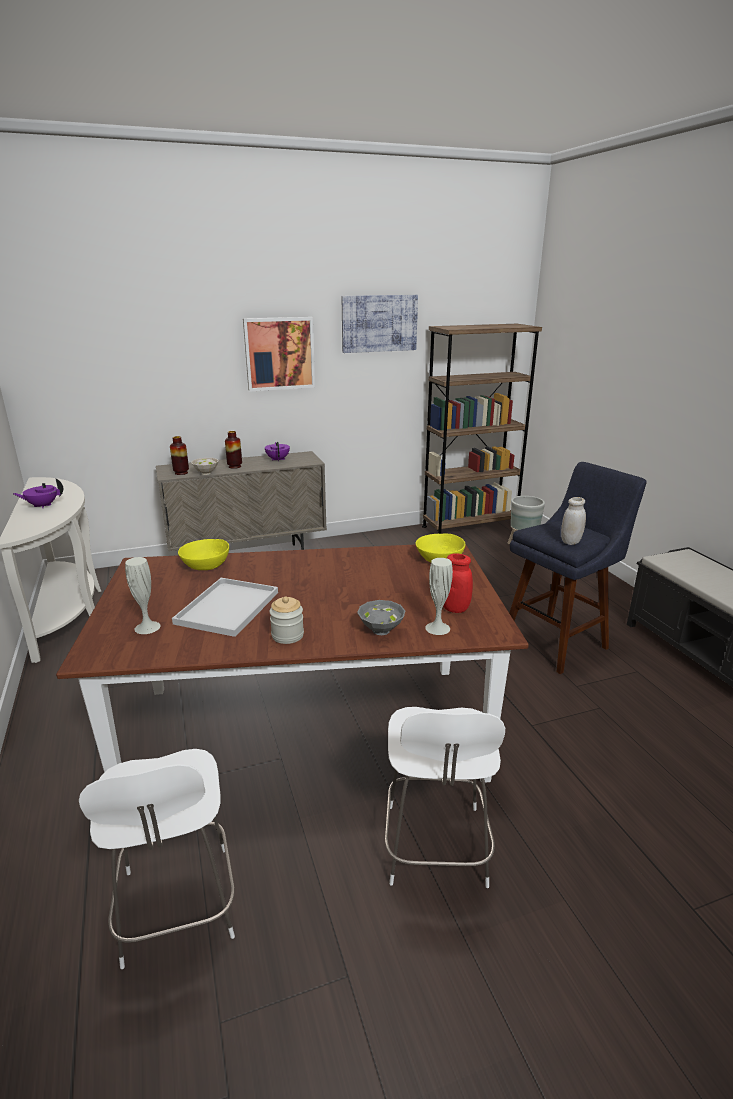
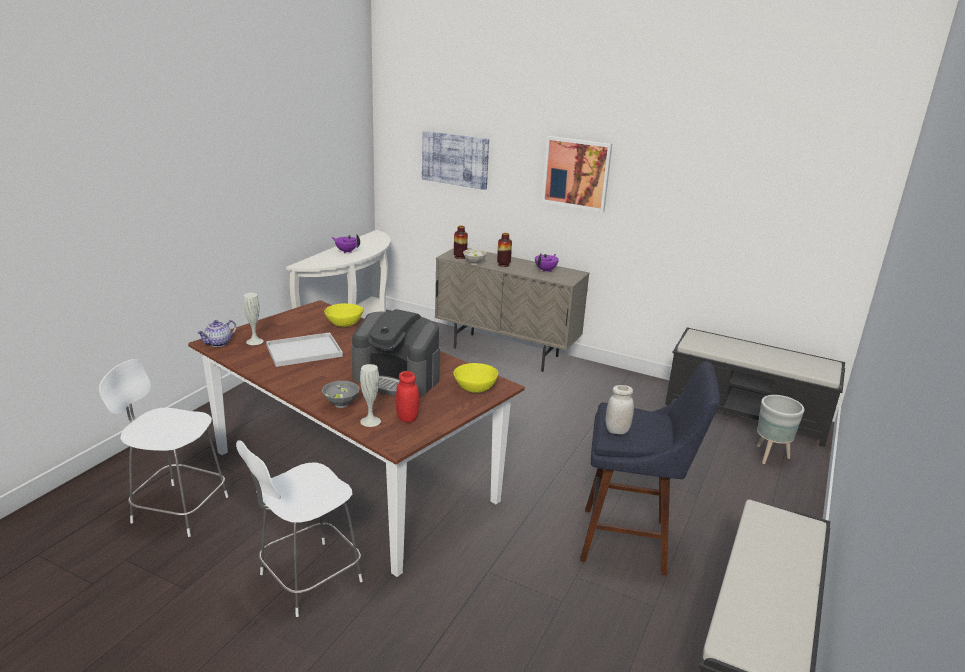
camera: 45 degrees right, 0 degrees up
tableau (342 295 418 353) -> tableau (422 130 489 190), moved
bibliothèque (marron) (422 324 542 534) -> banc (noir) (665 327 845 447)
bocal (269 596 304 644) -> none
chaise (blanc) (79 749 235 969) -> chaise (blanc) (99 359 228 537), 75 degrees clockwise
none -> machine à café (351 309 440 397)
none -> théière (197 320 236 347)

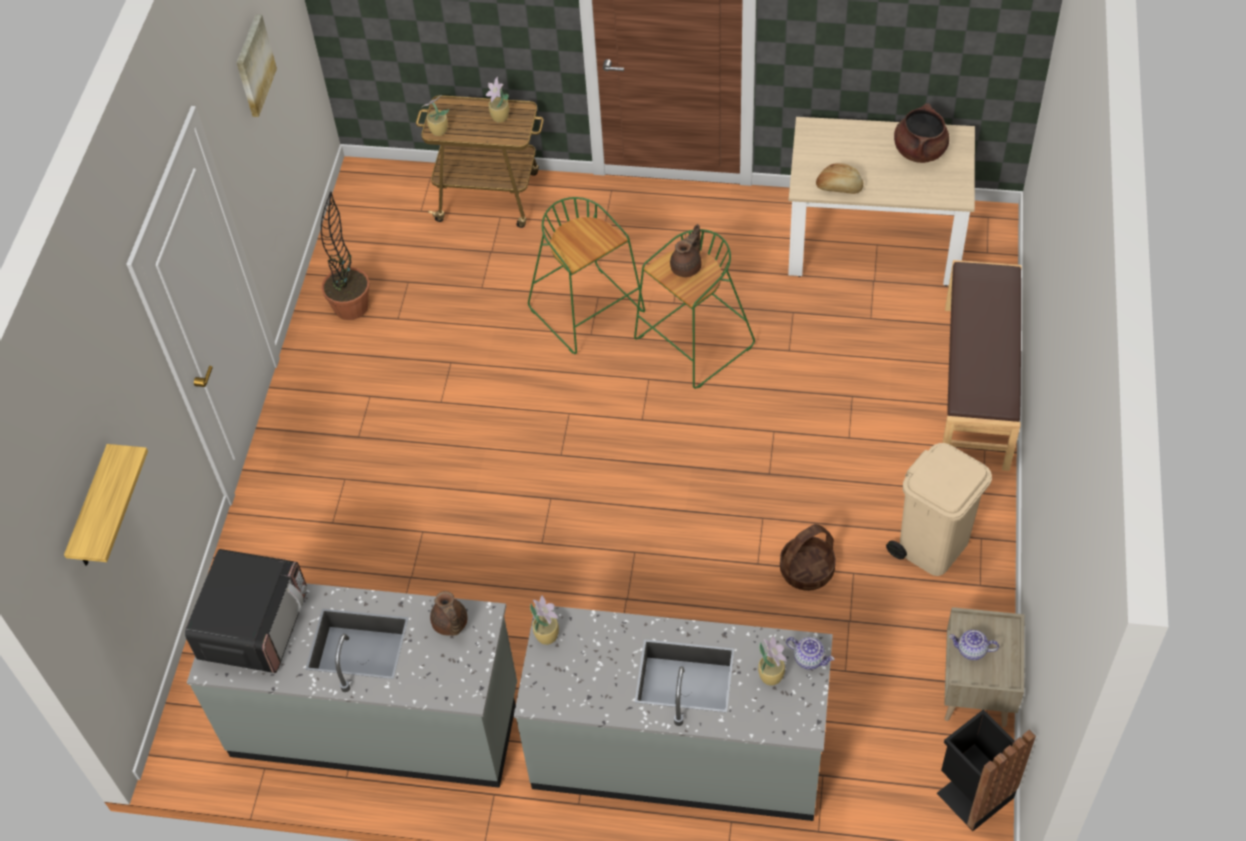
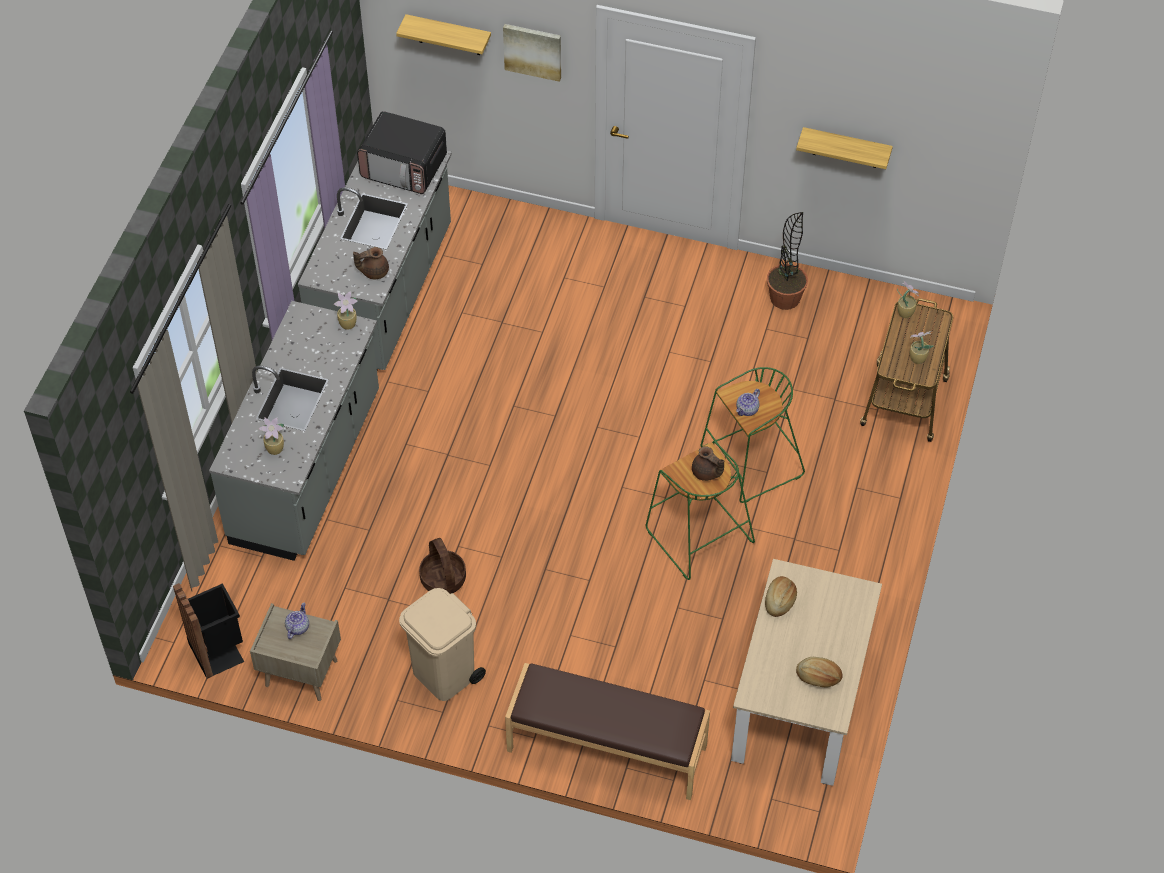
camera: 95 degrees right, 0 degrees up
tableau (237 14 277 117) -> tableau (503 24 561 82), moved
marmite (marron) (894 103 949 163) -> pain (796 657 843 687)
théière (786 637 834 670) -> théière (736 389 760 416), moved
none -> étagère (796 127 893 169)

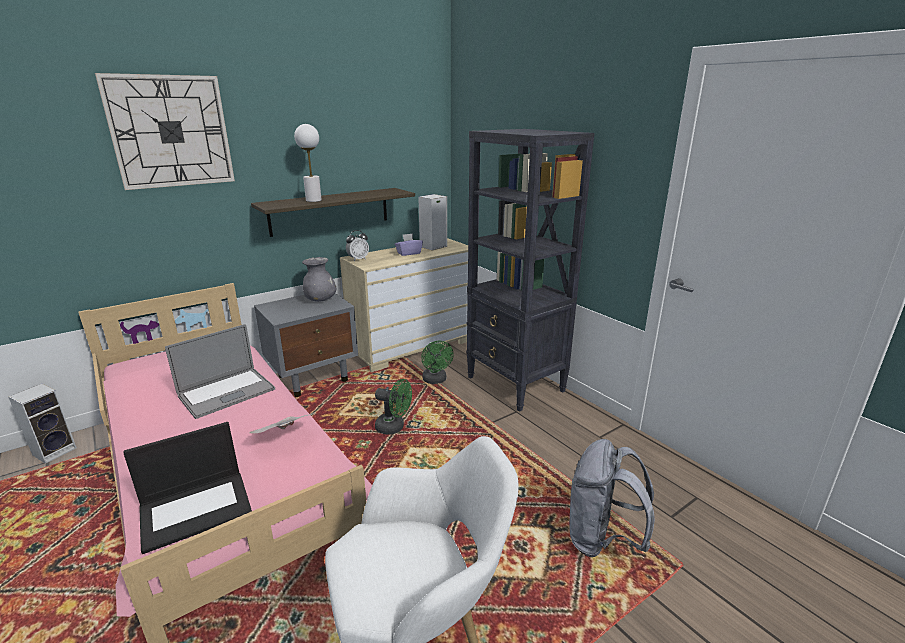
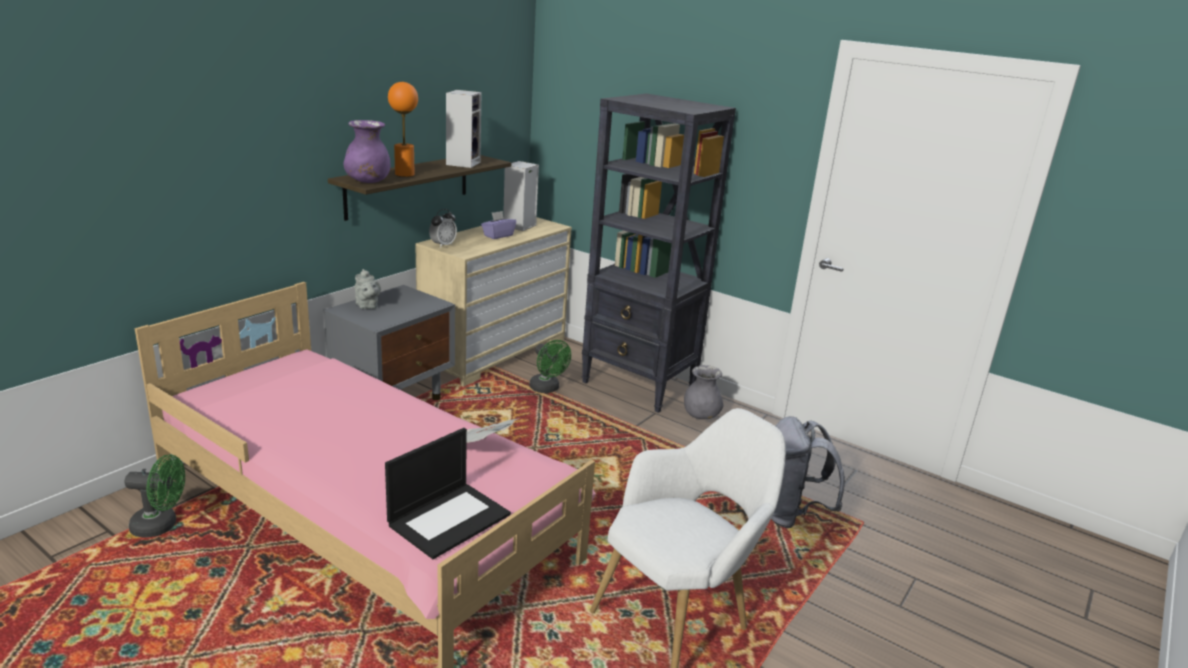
camera: 20 degrees left, 0 degrees up
horloge murale (95 73 235 190) -> none
lampe de table (blanc) (294 124 322 202) -> lampe de table (orange) (388 82 418 177)
vase (gris) (302 257 336 302) -> vase (gris) (684 365 723 419), moved
ordinateur portable (165 324 275 419) -> none
ventilateur (vert) (375 379 412 434) -> ventilateur (vert) (124 454 185 537), moved
enceinte (9 384 77 464) -> enceinte (446 90 481 168), moved
none -> vase (violet) (343 120 390 183)
none -> théière (gris) (355 269 381 309)

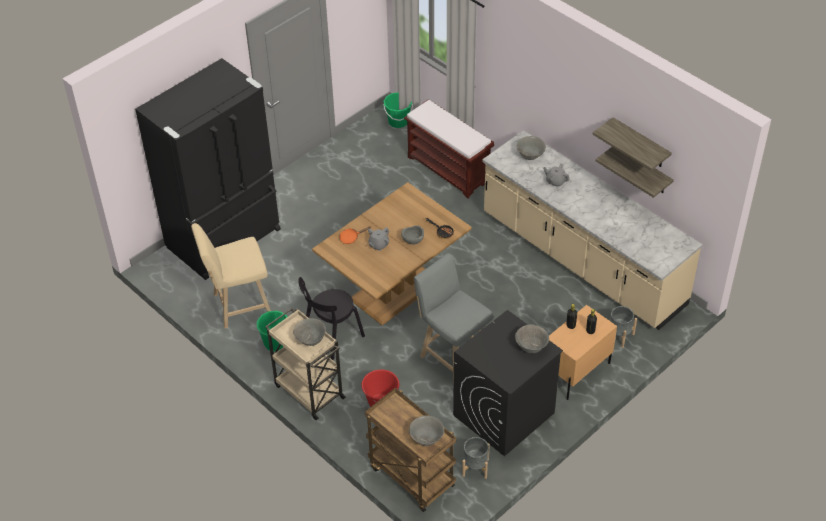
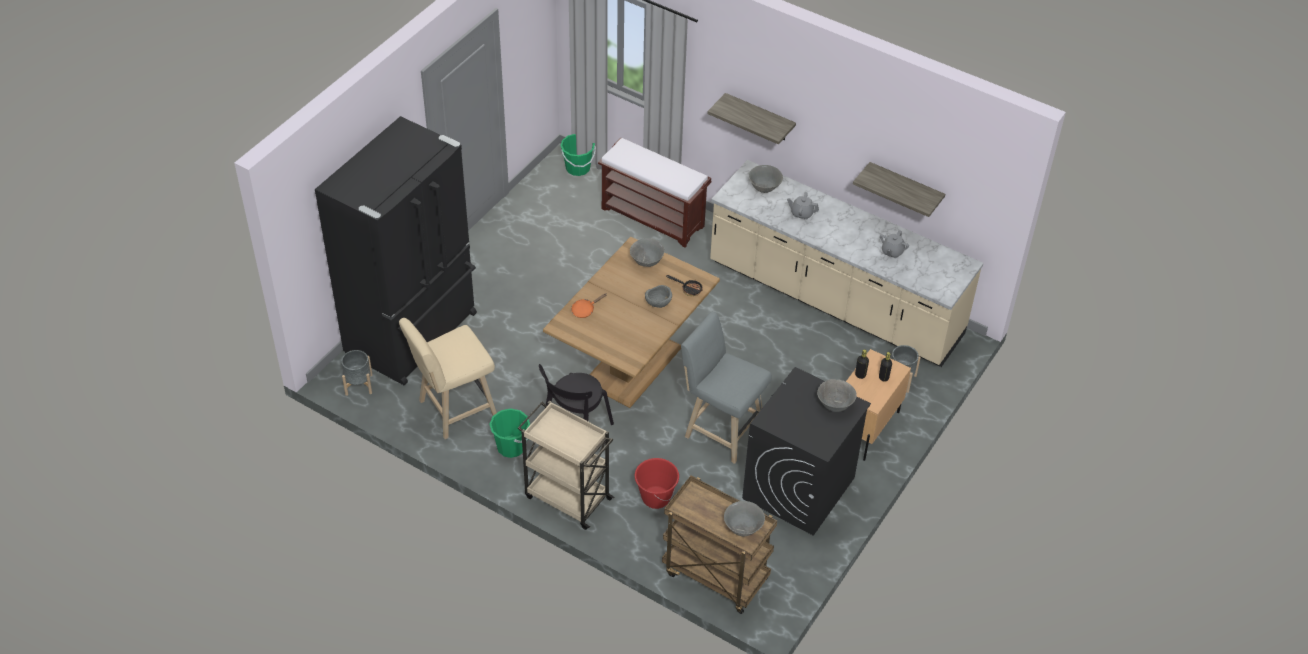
camera: 15 degrees left, 0 degrees up
étagère (592 117 672 171) -> étagère (707 93 796 144), moved
théière (gris) (368 227 389 251) -> théière (gris) (880 230 909 258), moved
bol (gris) (293 318 326 346) -> bol (gris) (630 238 665 267), moved
cache-pot (gris) (462 437 490 479) -> cache-pot (gris) (341 350 372 396), moved

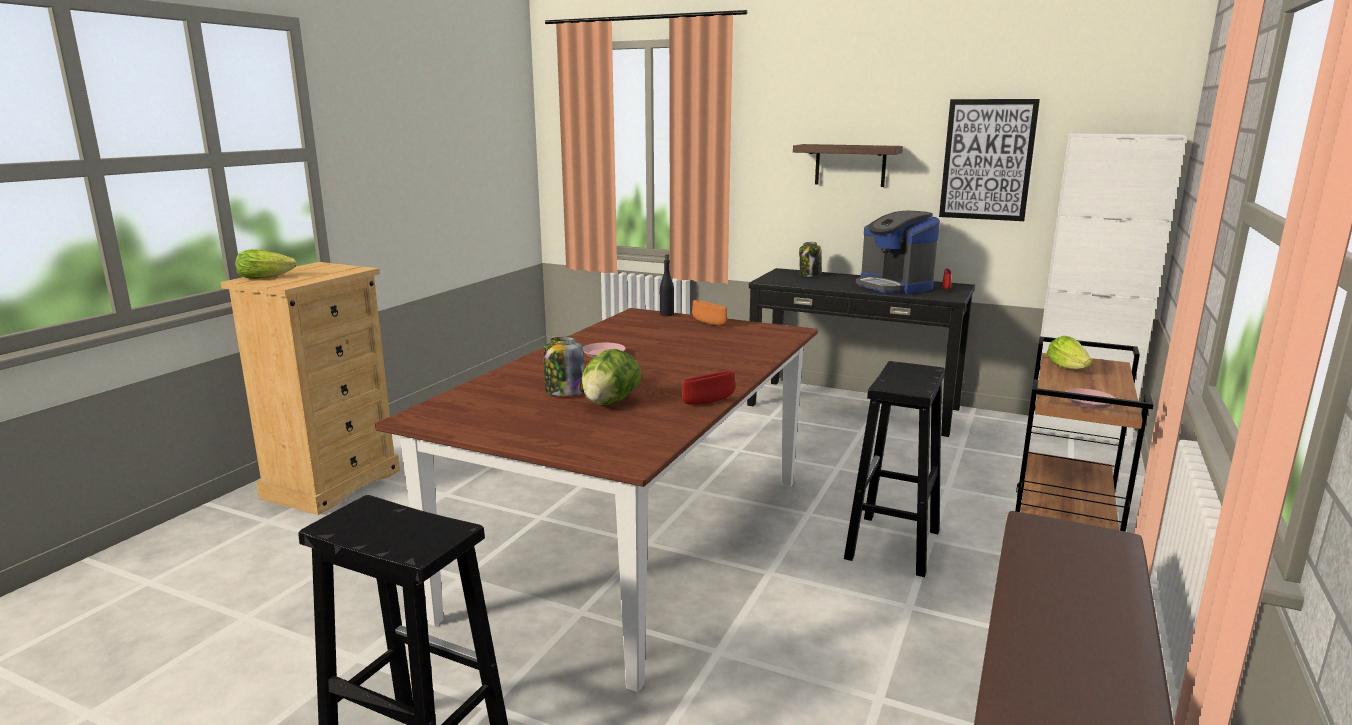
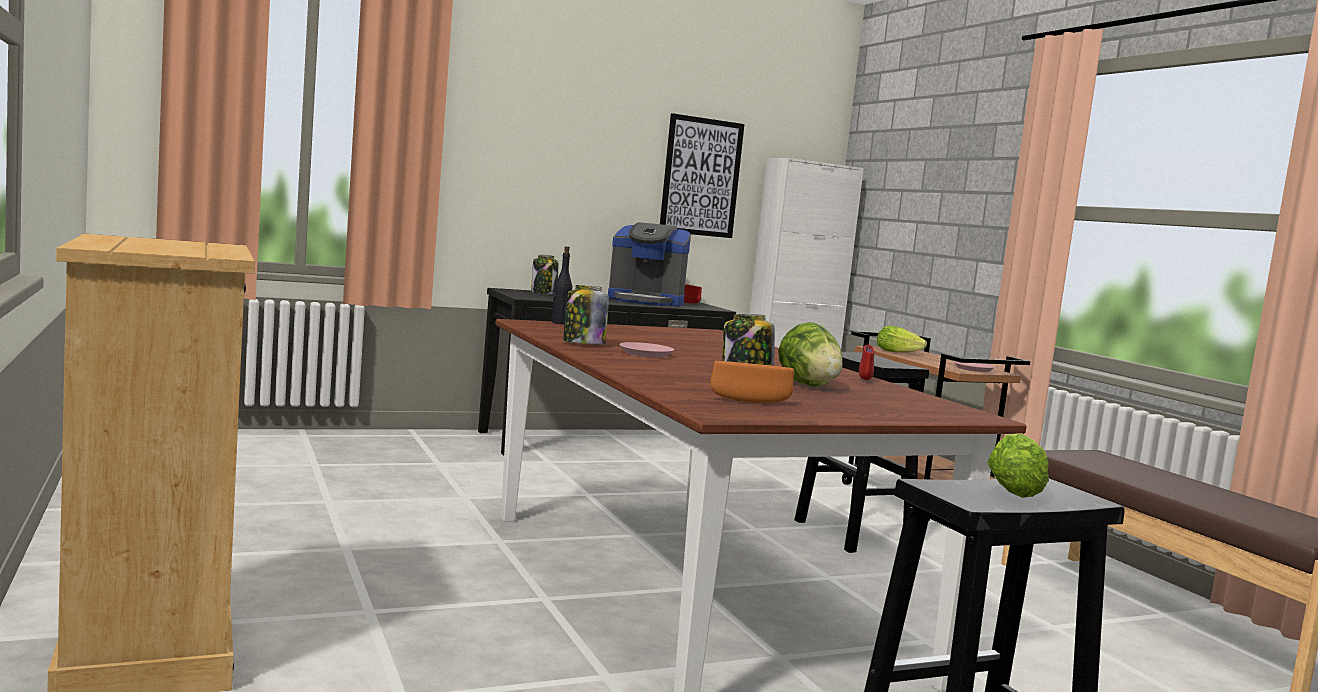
camera: 50 degrees left, 10 degrees down
étagère (793 144 903 187) -> none
laitue (235 250 297 279) -> laitue (987 433 1049 498), moved
bol (orange) (692 300 727 326) -> bol (orange) (710 361 794 403), moved
none -> bocal (563 285 609 345)

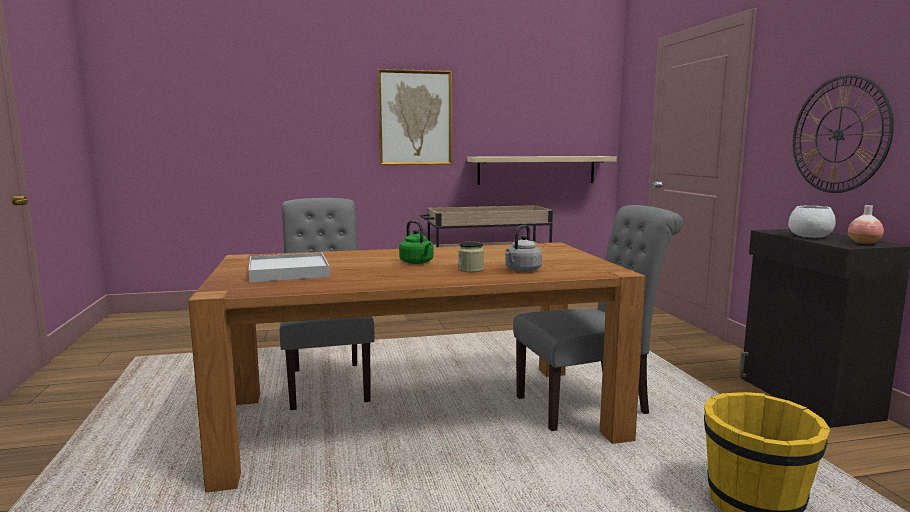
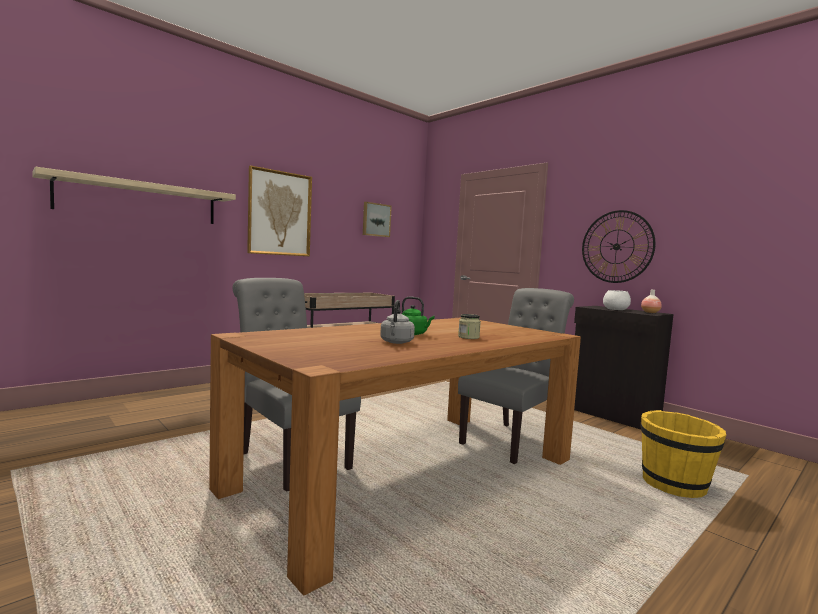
camera: 30 degrees left, 5 degrees down
étagère (467 156 617 185) -> étagère (32 167 236 224), moved
bouilloire (gris) (505 225 542 272) -> bouilloire (gris) (380 300 415 344), moved
plateau (blanc) (248 253 330 282) -> none
none -> tableau (363 202 392 237)

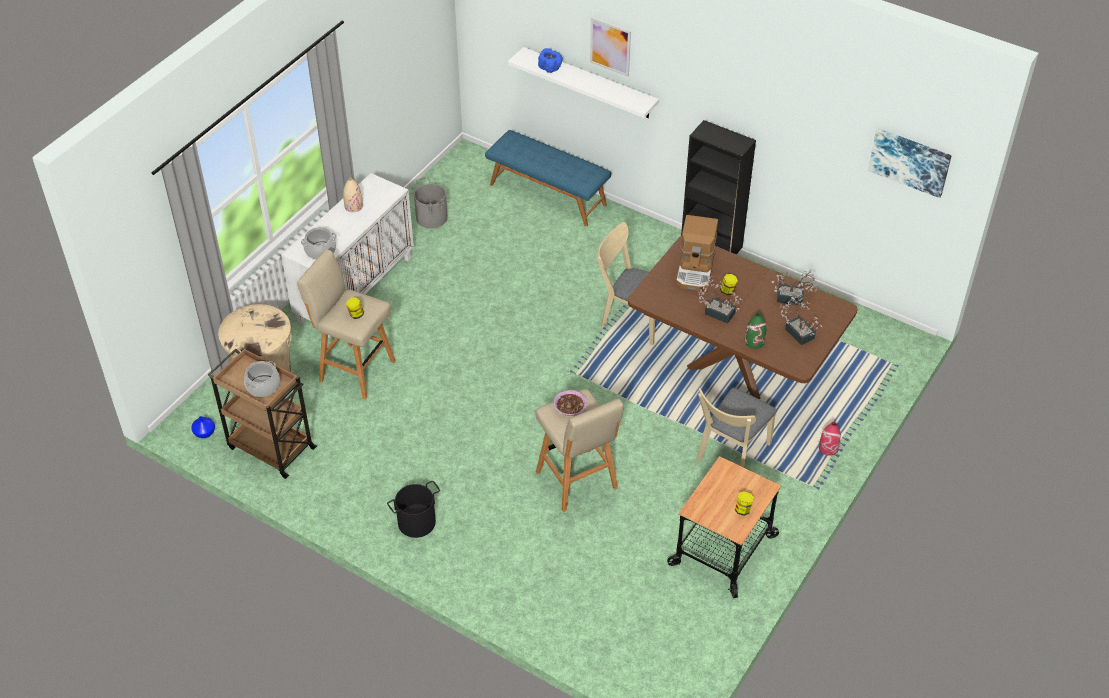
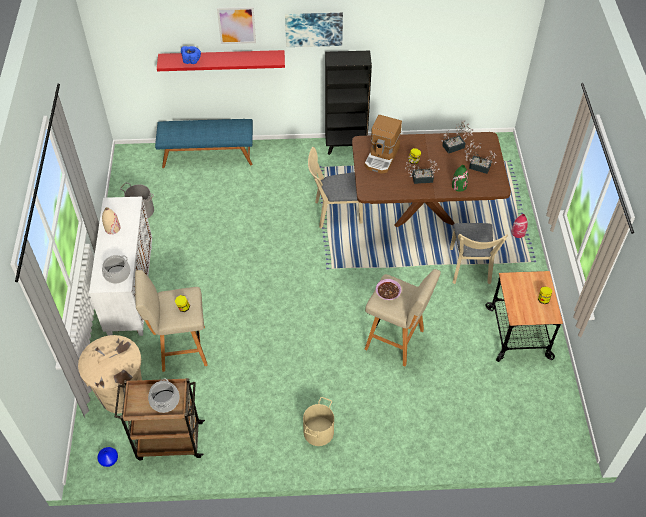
camera: 35 degrees left, 5 degrees up
étagère (blanc) (508 47 659 118) -> étagère (rouge) (157 50 285 71)
tableau (868 128 952 198) -> tableau (285 13 343 47), moved
machine à café (676 215 718 291) -> machine à café (365 115 402 174), 45 degrees clockwise
seau (noir) (387 481 440 538) -> seau (beige) (303 397 334 446)

